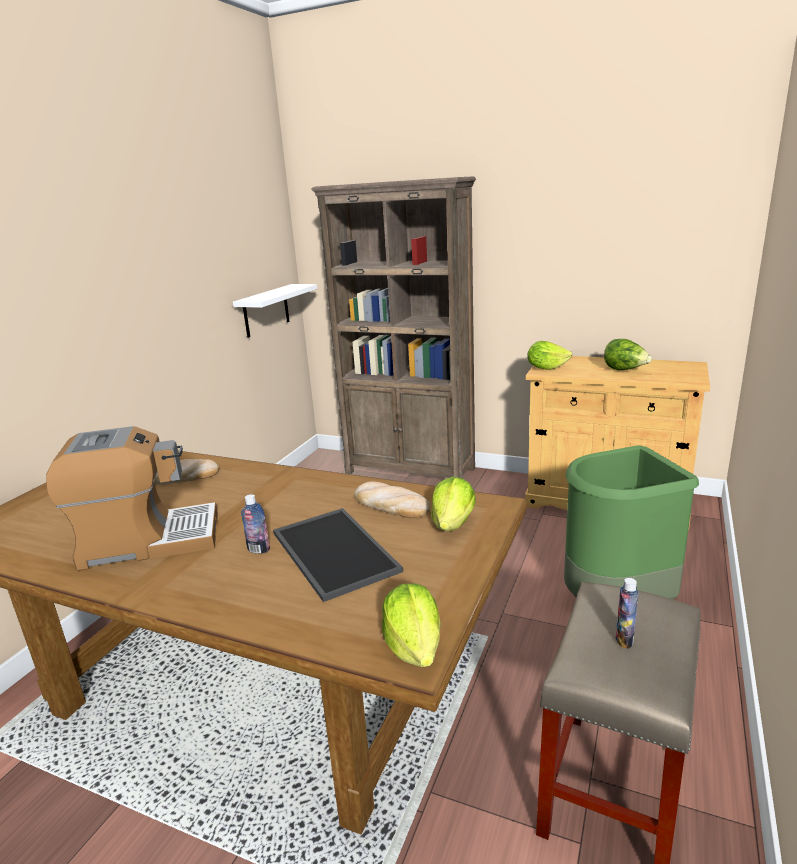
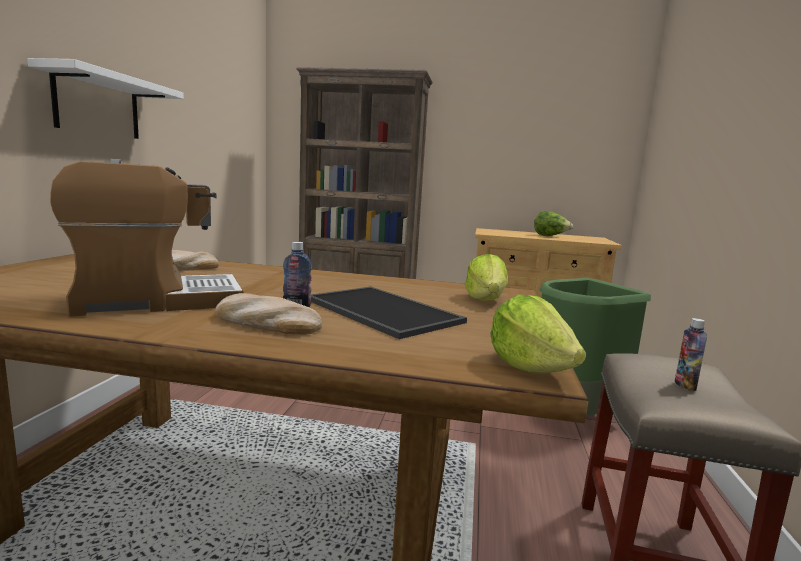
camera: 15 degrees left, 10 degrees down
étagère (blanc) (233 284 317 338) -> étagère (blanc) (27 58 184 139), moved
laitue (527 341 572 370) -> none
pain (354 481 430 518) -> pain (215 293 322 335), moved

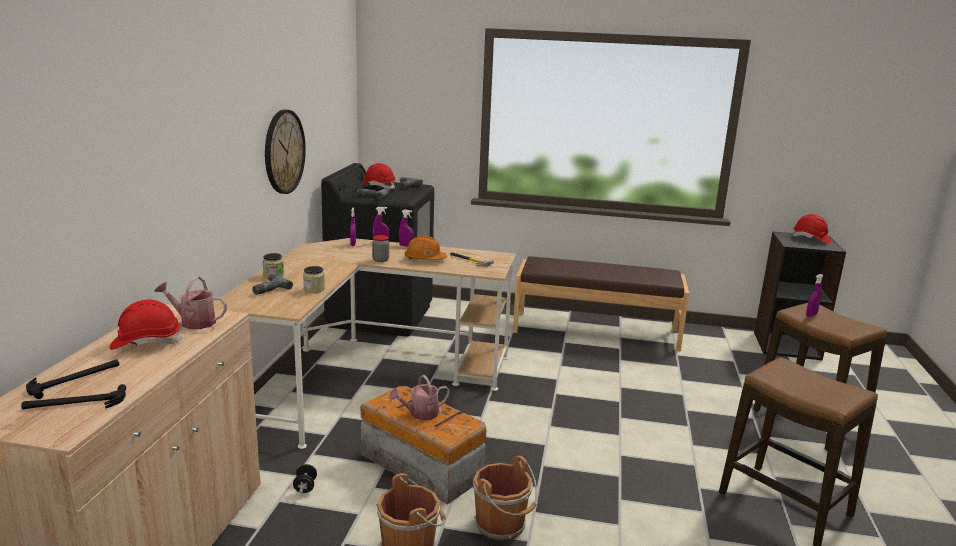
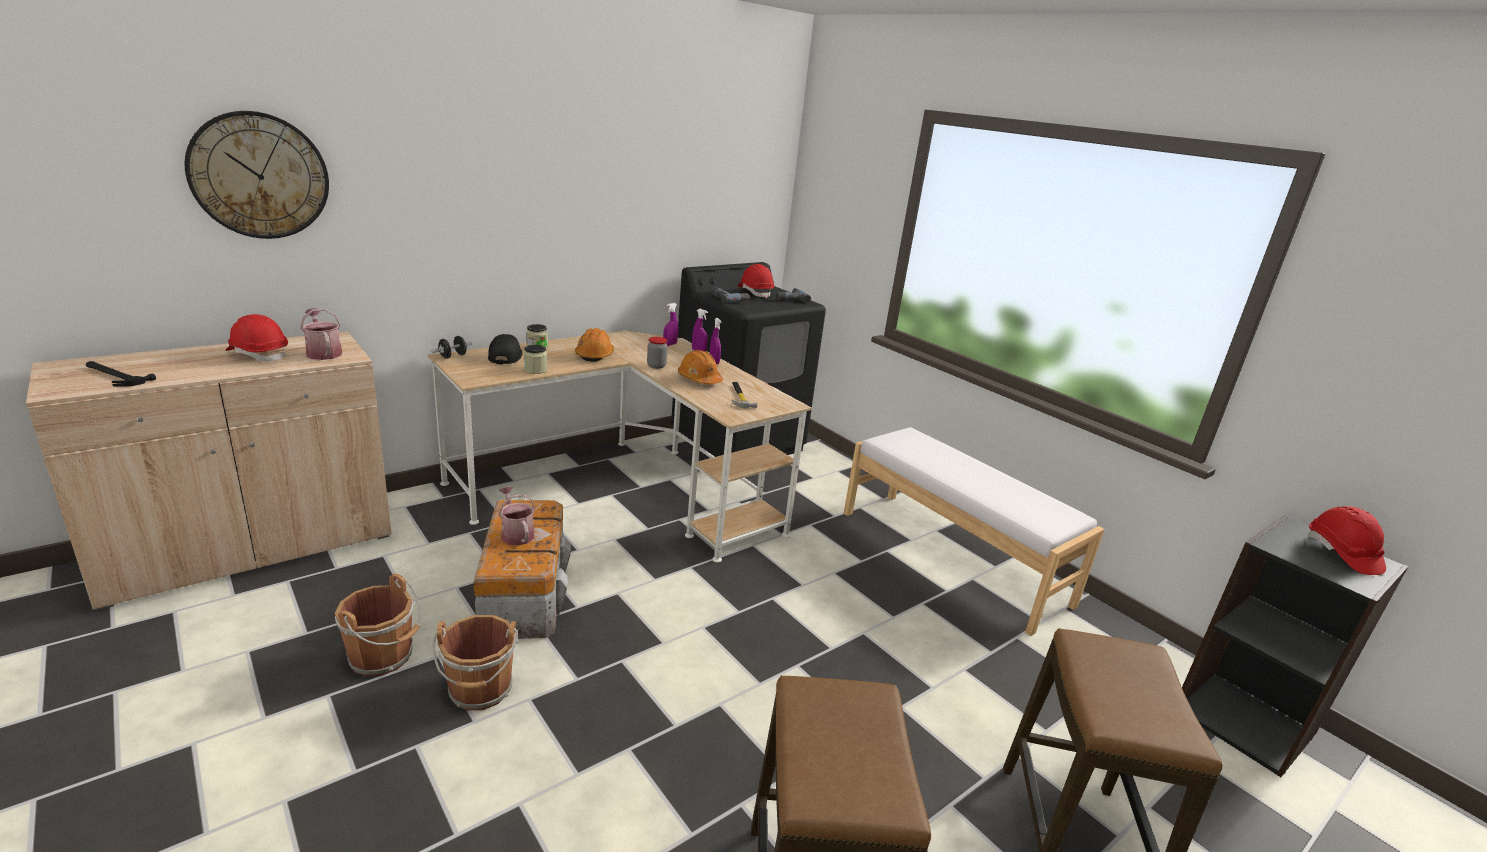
camera: 40 degrees right, 5 degrees up
horloge murale (265 110 306 194) -> horloge murale (184 111 329 239), moved
banc (marron) (513 256 689 352) -> banc (blanc) (844 427 1105 636)
perceuse (252 274 293 295) -> casquette (noir) (488 334 523 365)
vaporisateur (violet) (806 274 823 317) -> none
marteau (26 360 119 399) -> none
arrosoir (389 375 450 420) -> arrosoir (498 486 536 546), 45 degrees clockwise
haltère (noir) (293 464 317 494) -> haltère (noir) (432 336 472 358), moved
none -> casque de chantier (orange) (575 328 614 362)

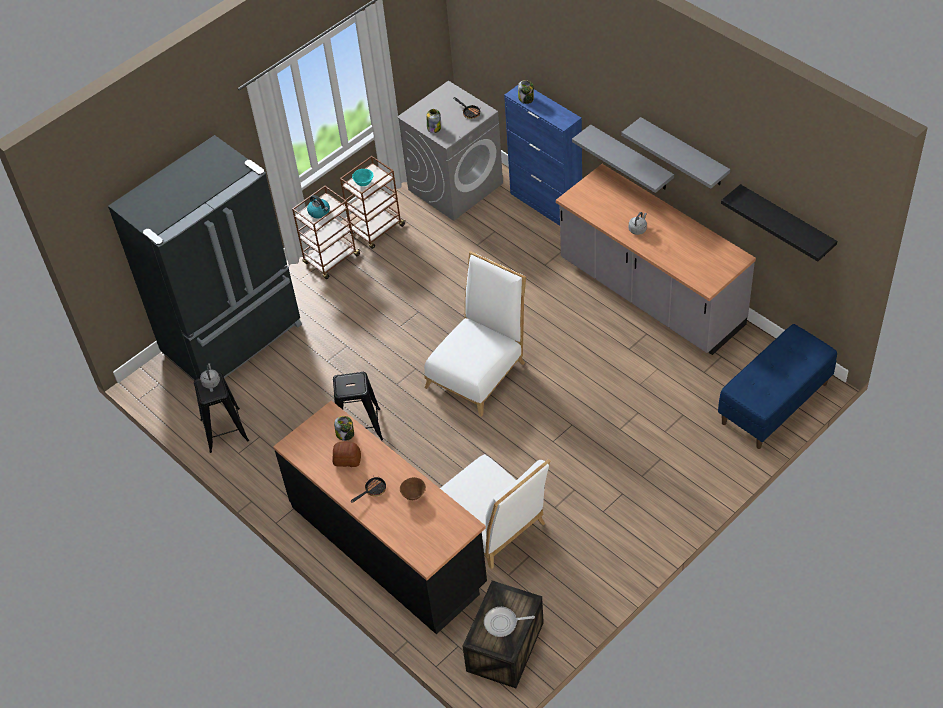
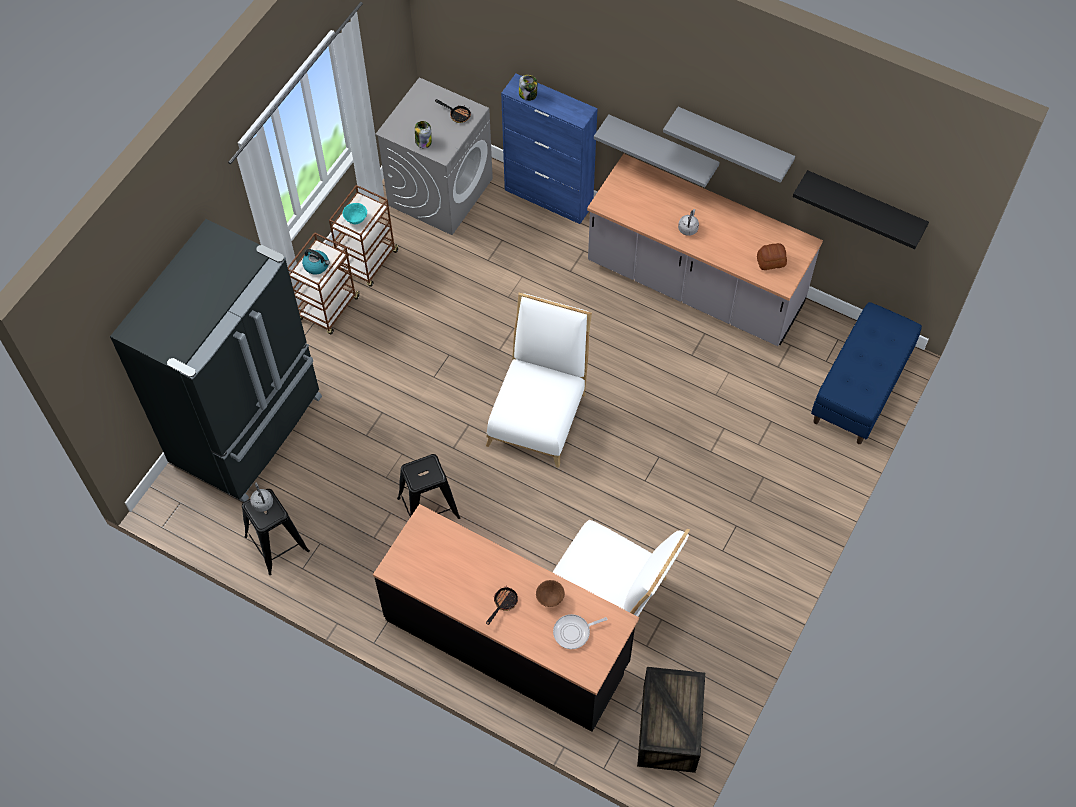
camera: 20 degrees left, 10 degrees up
bocal (334 416 354 441) -> none
pain (332 442 361 467) -> pain (757 243 787 270), moved
poêle (484 607 535 637) -> poêle (553 614 607 649), moved

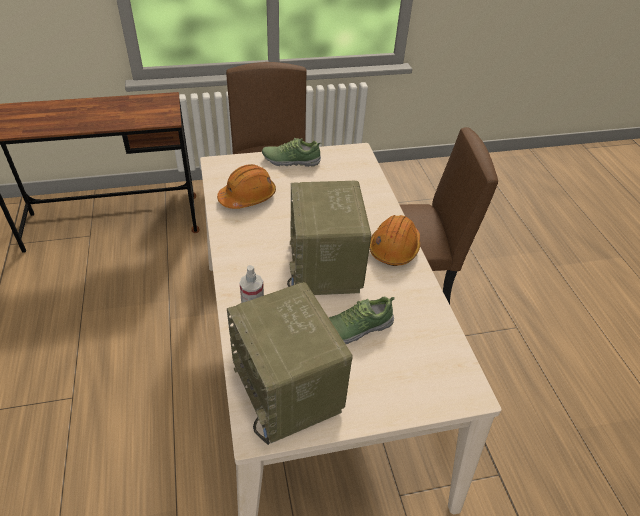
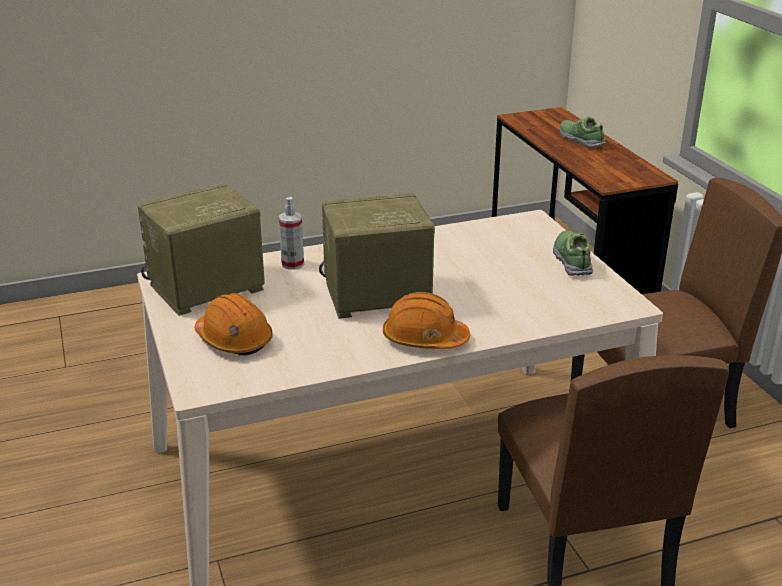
camera: 85 degrees right, 15 degrees down
casque de chantier (orange) (217 164 276 209) -> casque de chantier (orange) (195 293 273 356), moved
chaussure (329 296 395 344) -> chaussure (560 116 606 149), moved

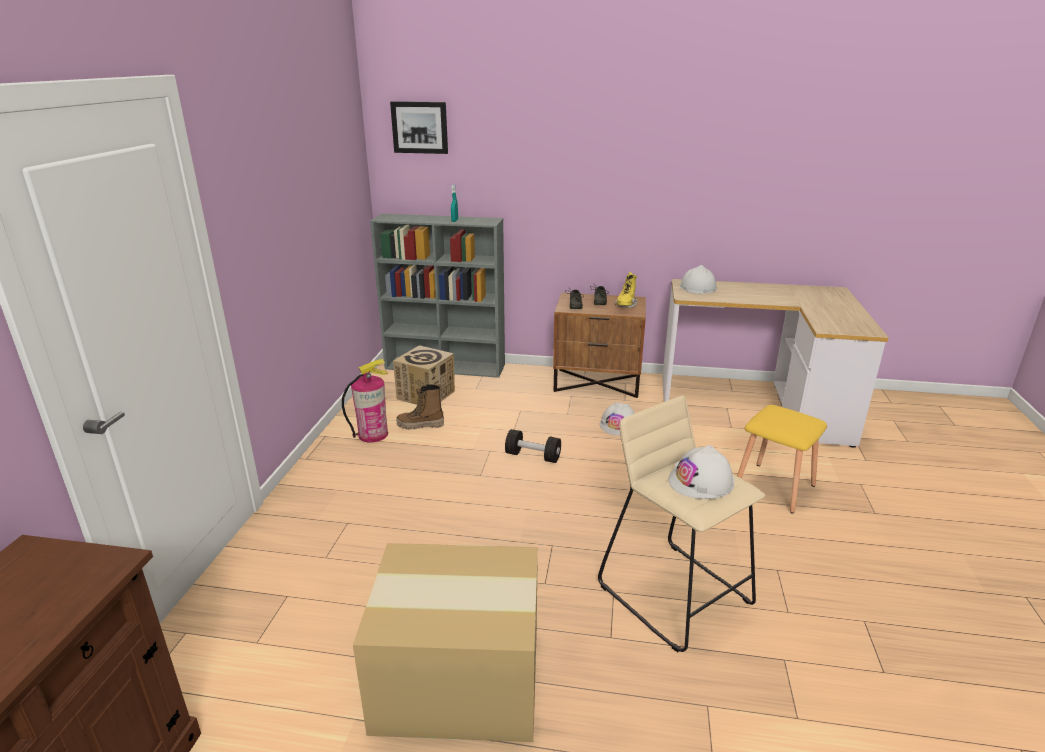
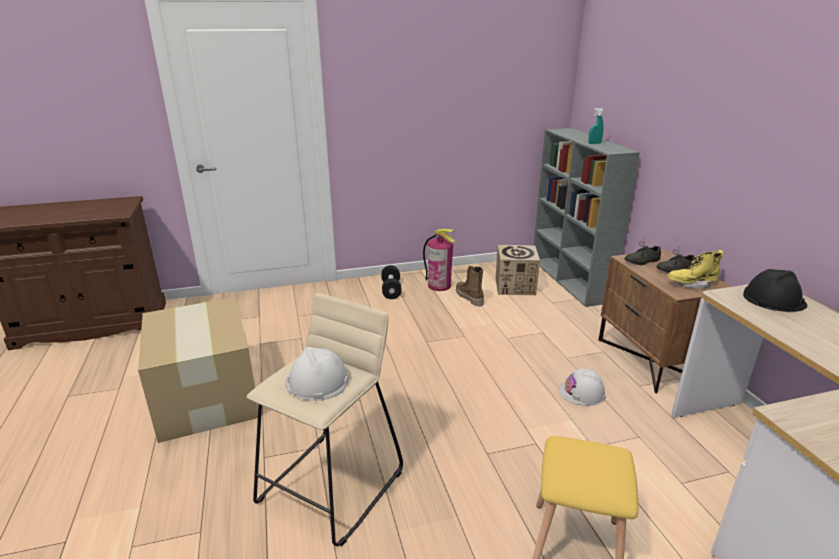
camera: 65 degrees right, 0 degrees up
tableau (390 101 448 154) -> none
casque de chantier (blanc) (680 265 717 294) -> casque de chantier (noir) (743 269 807 312)
haltère (noir) (505 429 561 463) -> haltère (noir) (381 265 402 299), moved

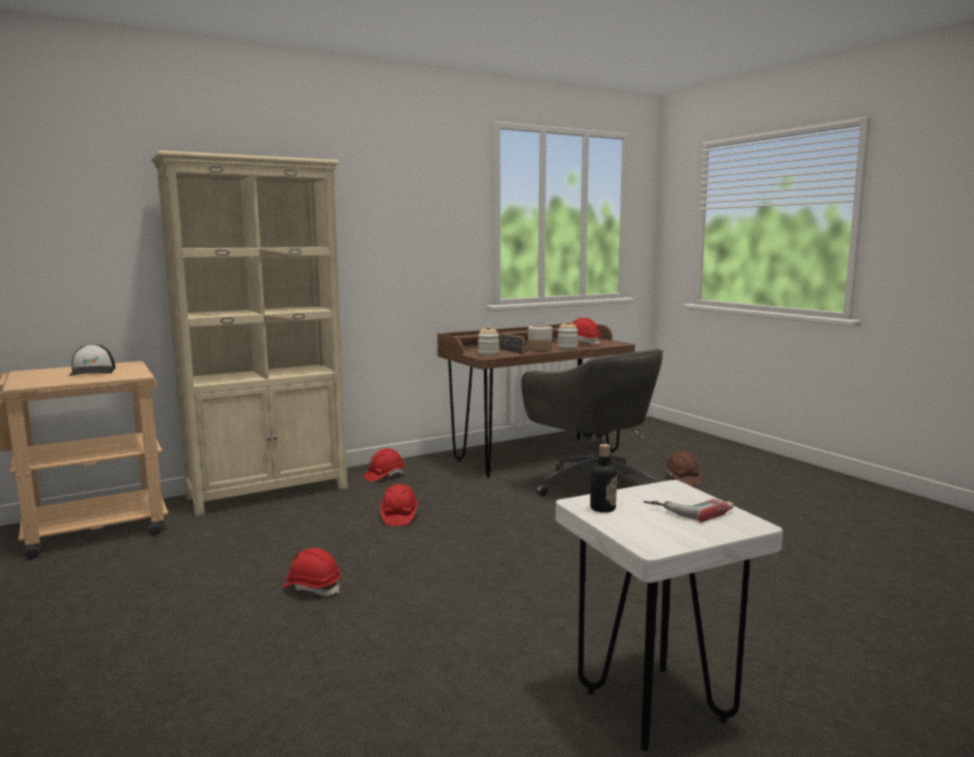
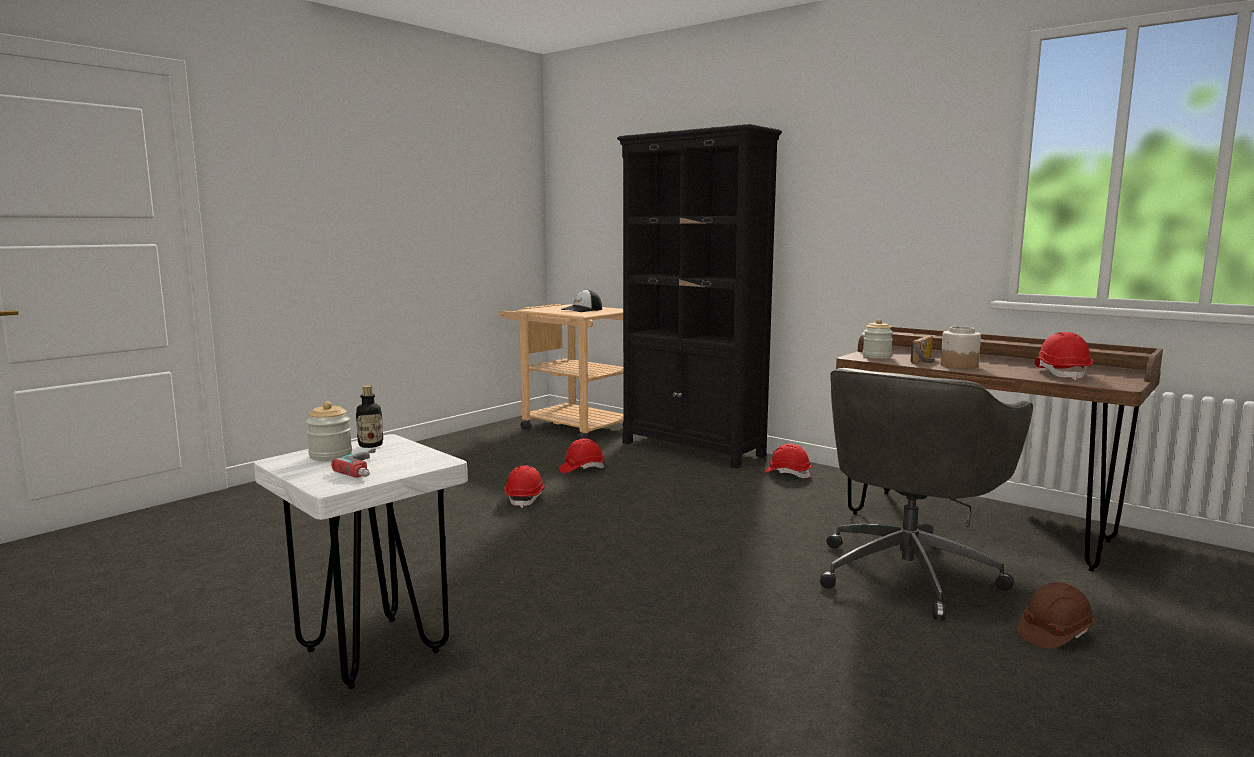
camera: 70 degrees right, 0 degrees up
bibliothèque (beige) (151 150 348 516) -> bibliothèque (noir) (617 124 782 469)
bocal (557 321 578 349) -> bocal (306 401 352 461), moved
casque de chantier (rouge) (380 484 418 526) -> casque de chantier (rouge) (559 439 604 473), moved

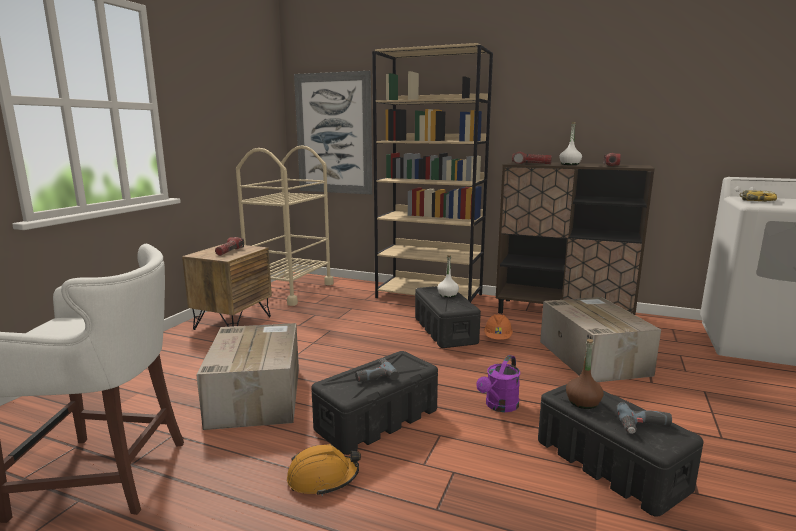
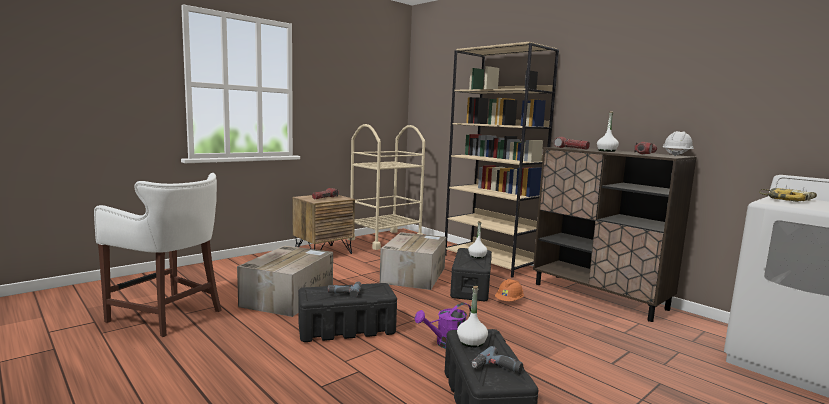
camera: 25 degrees right, 5 degrees down
tableau (294 71 372 194) -> none
carton (540 297 661 382) -> carton (380 232 446 290), moved
bouteille (marron) (566 339 604 409) -> bouteille (blanc) (457 286 488 348)
casque de chantier (orange) (287 444 361 496) -> none
none -> casque de chantier (blanc) (663 131 694 156)

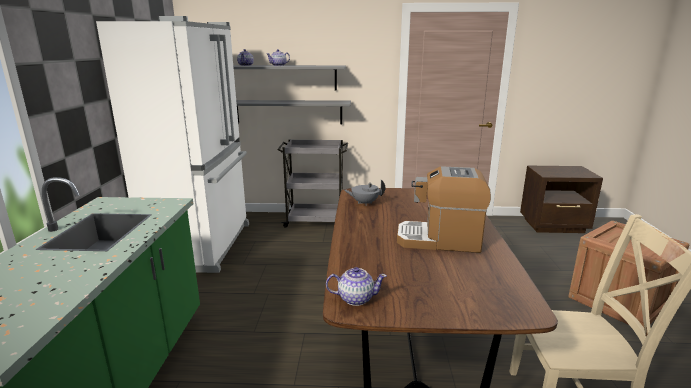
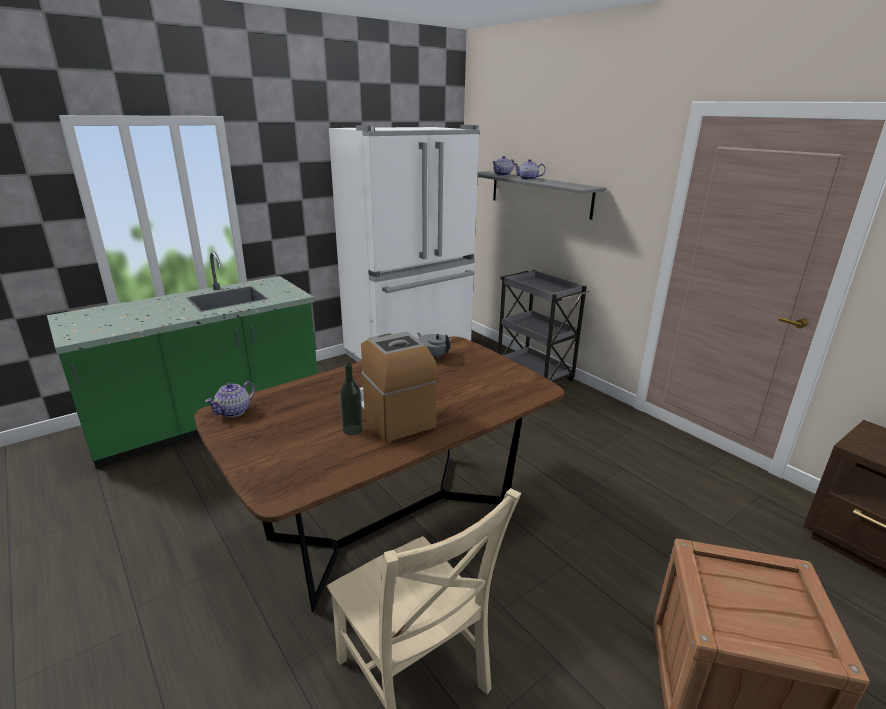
camera: 50 degrees right, 5 degrees up
étagère (gris) (236 100 351 124) -> none
théière (326 267 387 306) -> théière (205 381 255 417), 75 degrees clockwise
none -> bouteille (340 363 363 435)

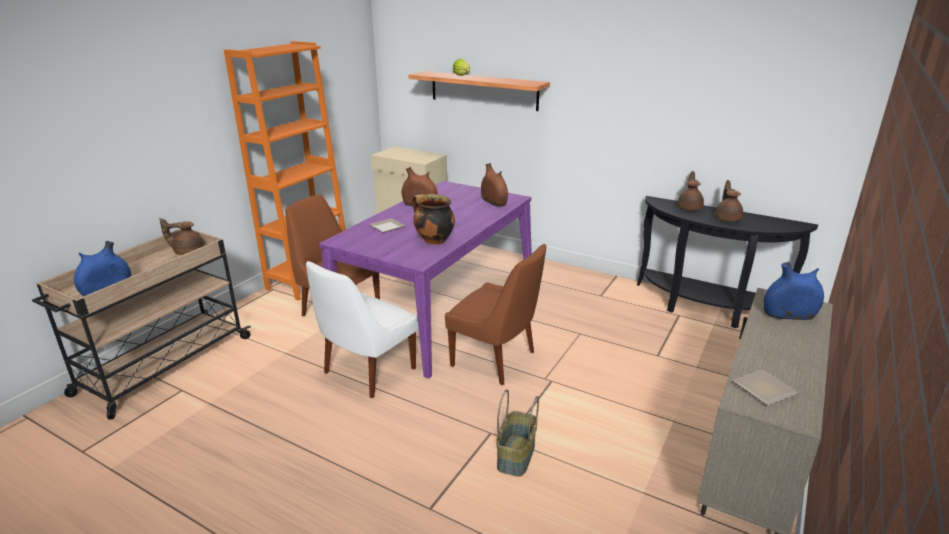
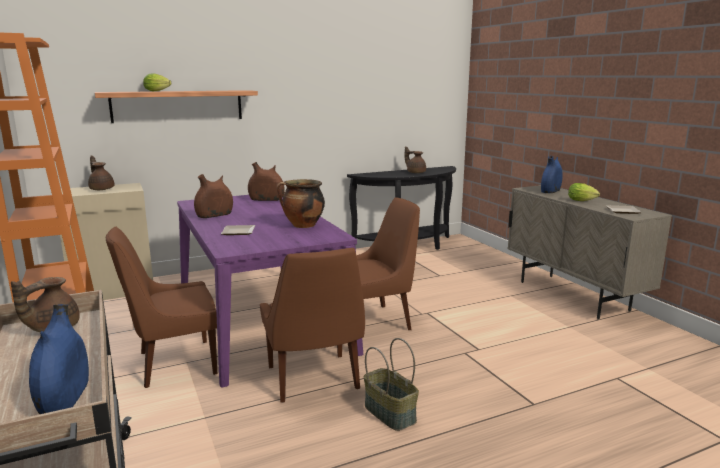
camera: 55 degrees left, 10 degrees down
théière (marron) (678 171 704 210) -> théière (marron) (88 156 114 190), moved
chaise (blanc) (306 261 419 398) -> chaise (marron) (260 248 365 403)
panier (496 389 539 477) -> panier (364 338 419 431), moved
none -> laitue (568 183 600 201)

